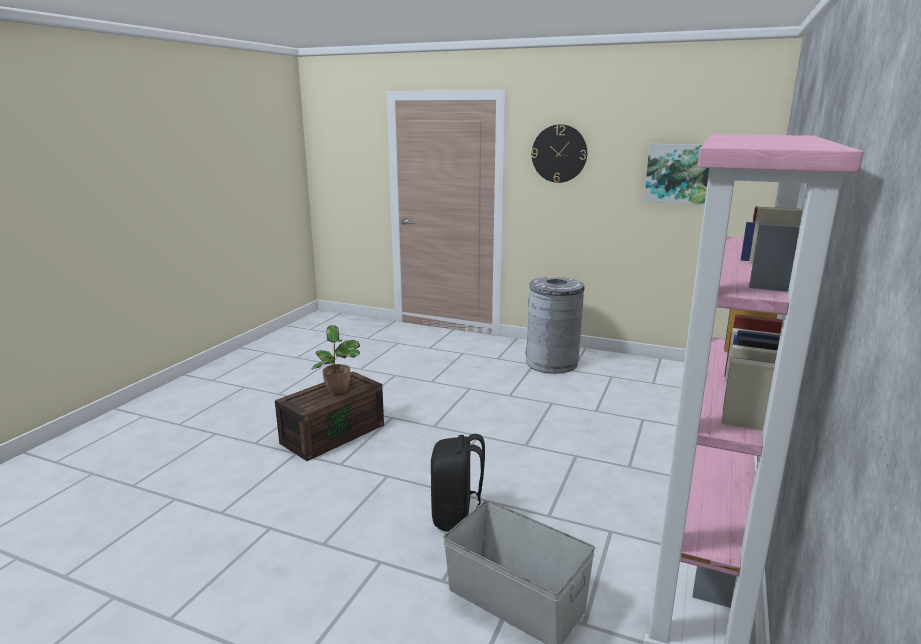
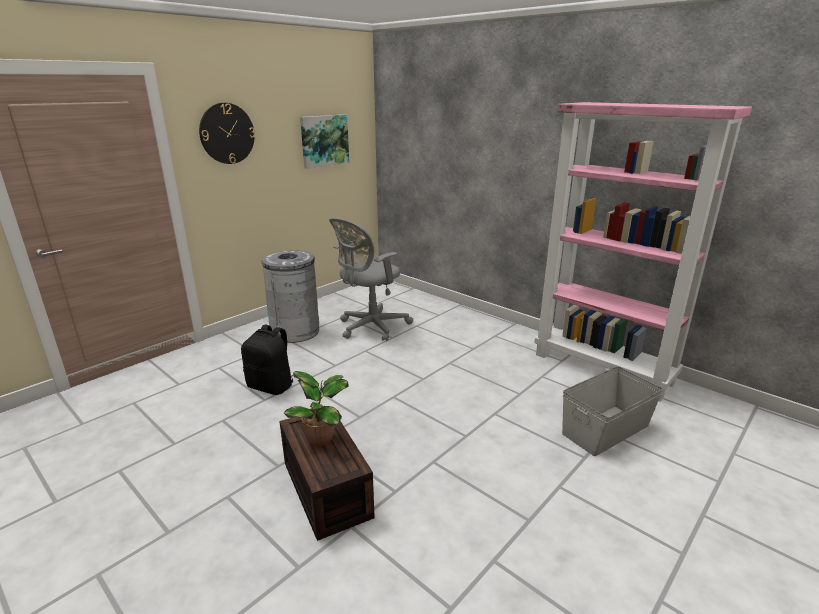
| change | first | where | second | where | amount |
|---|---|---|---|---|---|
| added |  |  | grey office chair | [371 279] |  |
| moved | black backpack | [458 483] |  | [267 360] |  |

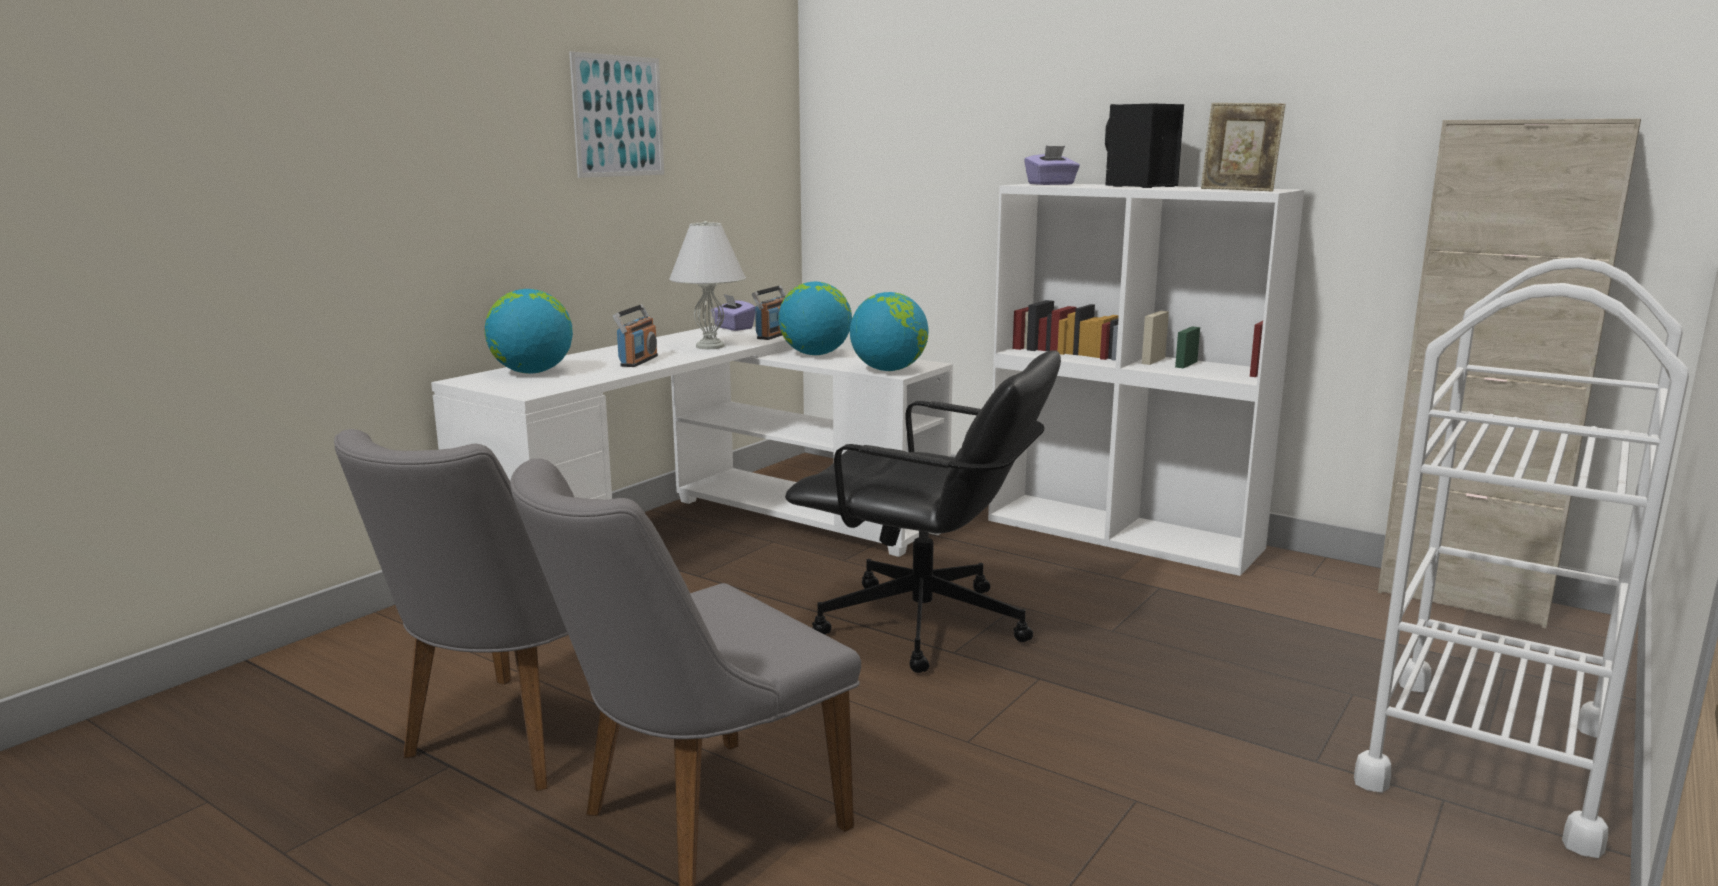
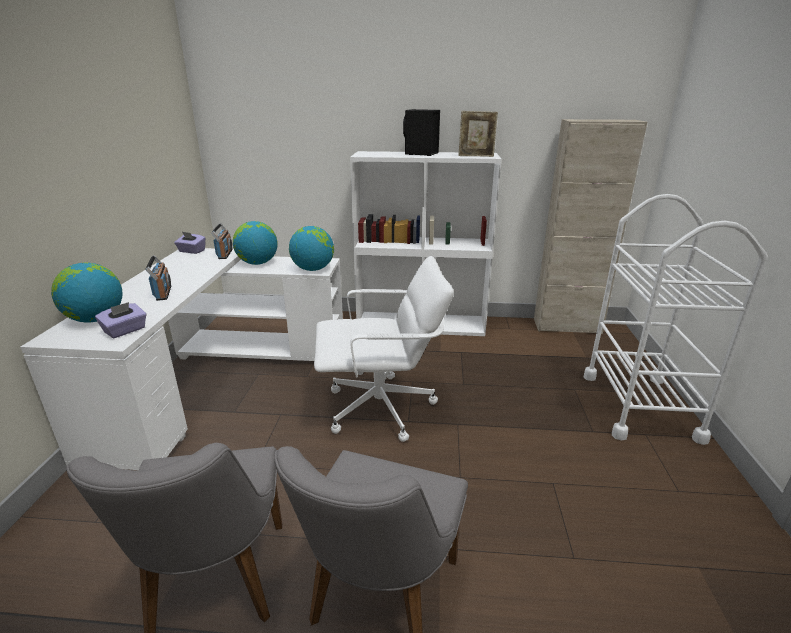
| change | first | where | second | where | amount |
|---|---|---|---|---|---|
| removed | picture | [616 115] |  |  |  |
| removed | white table lamp | [707 285] |  |  |  |
| moved | purple tissue box | [1052 165] |  | [120 320] |  |
| recoloured | black office chair | [923 511] | white office chair | [384 349] |  |

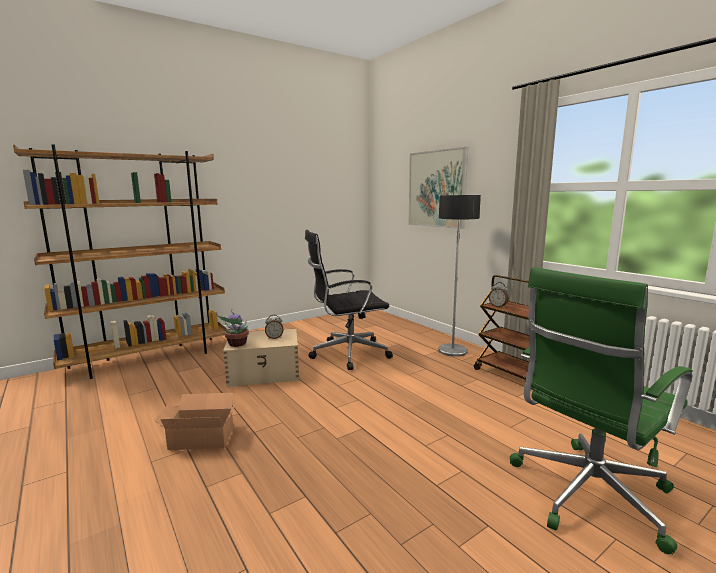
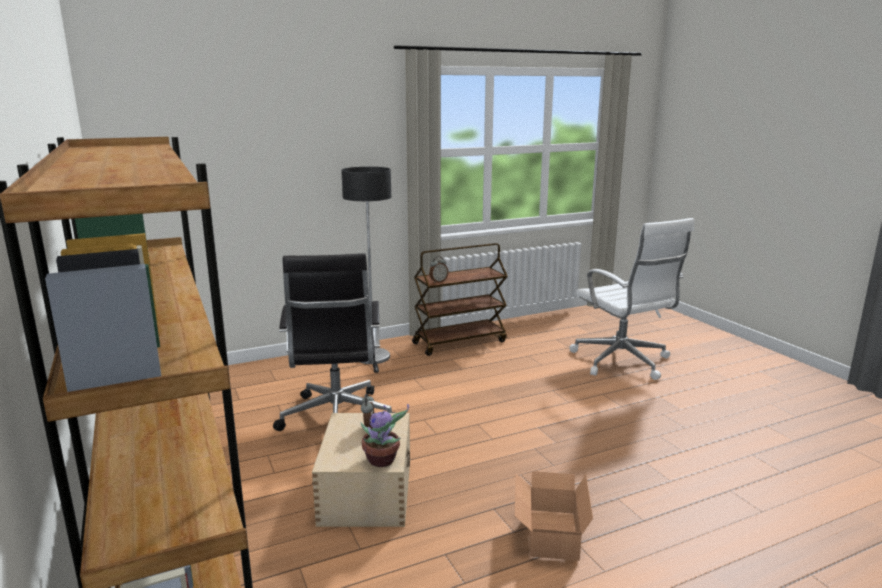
| change | first | where | second | where | amount |
|---|---|---|---|---|---|
| removed | picture | [438 188] |  |  |  |
| recoloured | green office chair | [601 411] | white office chair | [631 299] |  |

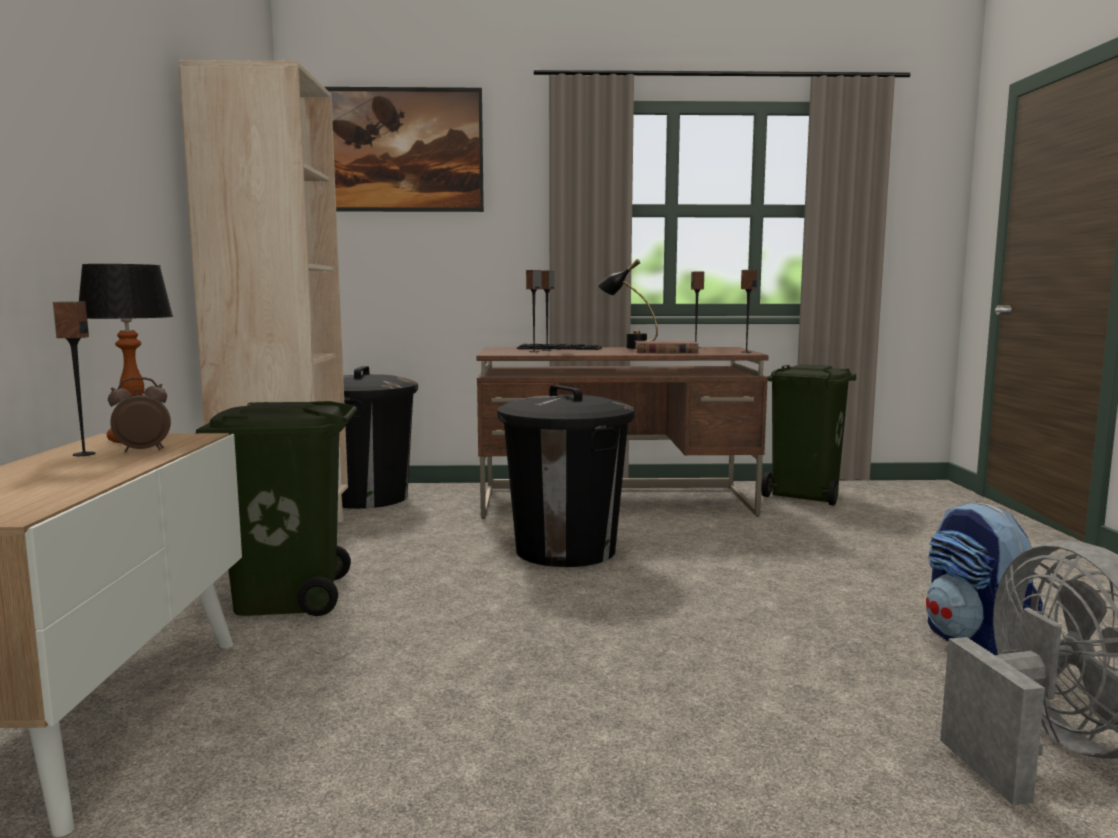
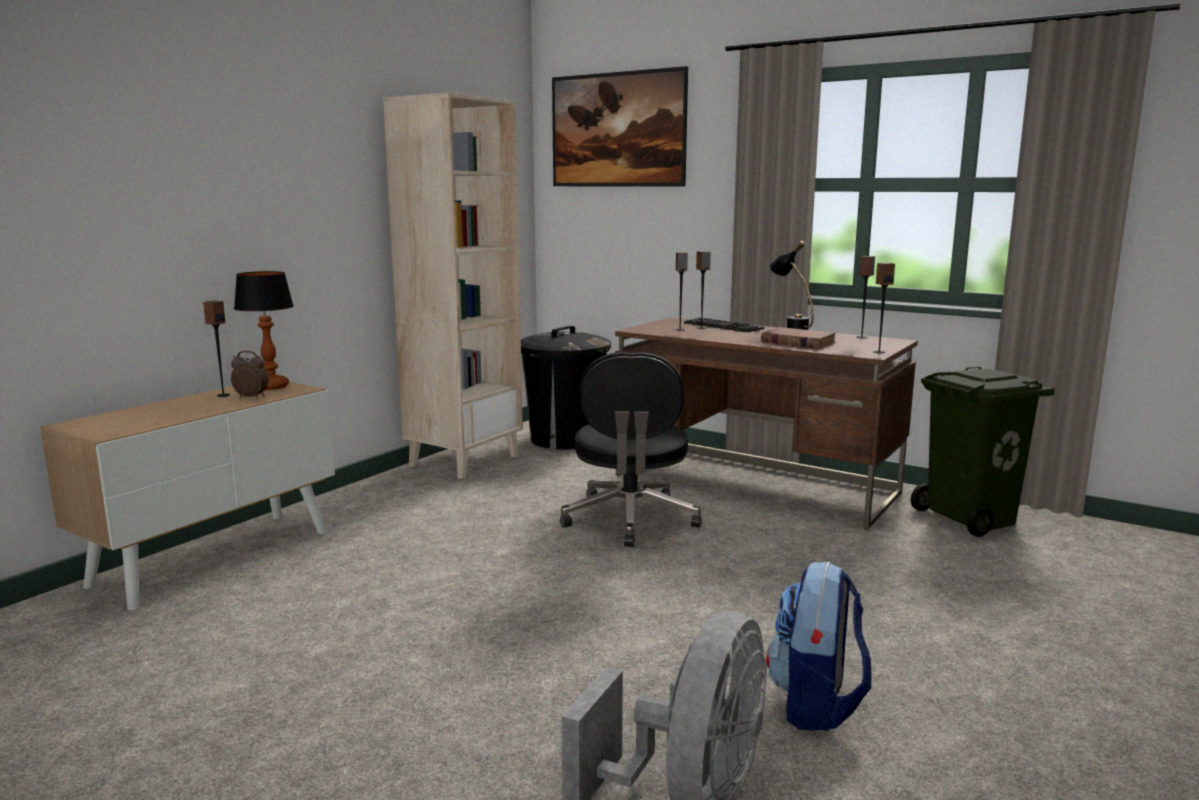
| change | first | where | second | where | amount |
|---|---|---|---|---|---|
| removed | green trash can | [276 508] |  |  |  |
| replaced | black trash can | [566 476] | black office chair | [631 449] |  |

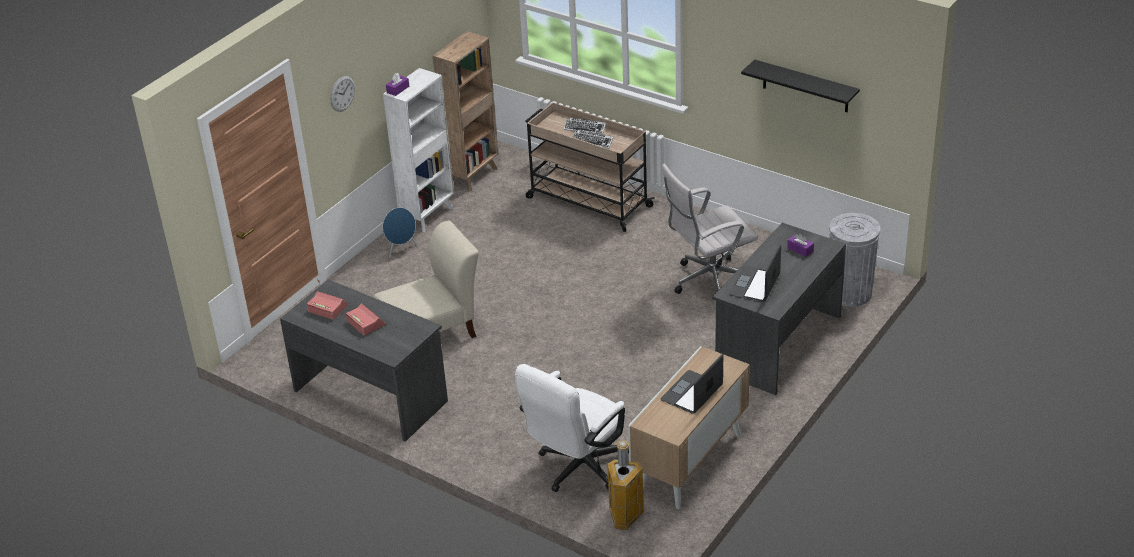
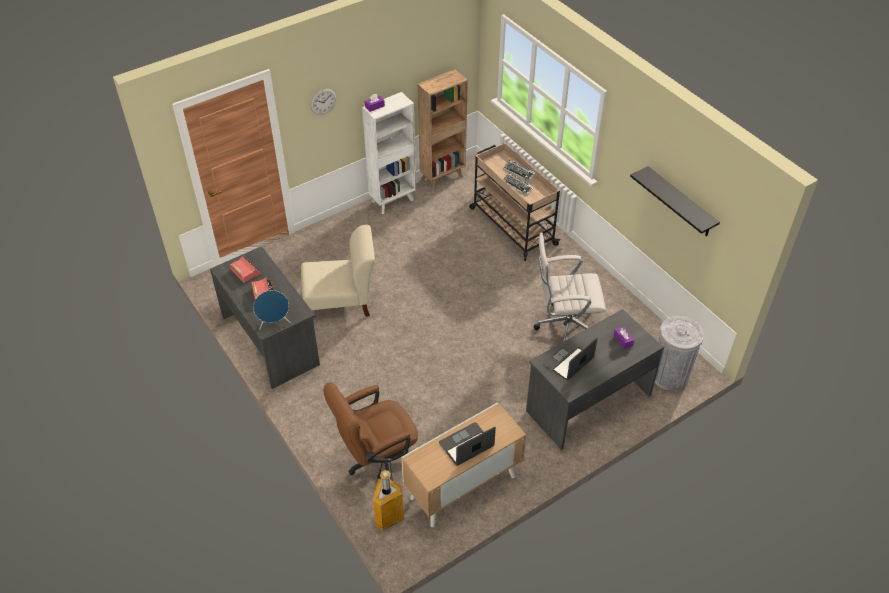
| change | first | where | second | where | amount |
|---|---|---|---|---|---|
| moved | blue speaker | [400 232] |  | [272 310] |  |
| recoloured | white office chair | [572 428] | brown office chair | [370 431] |  |

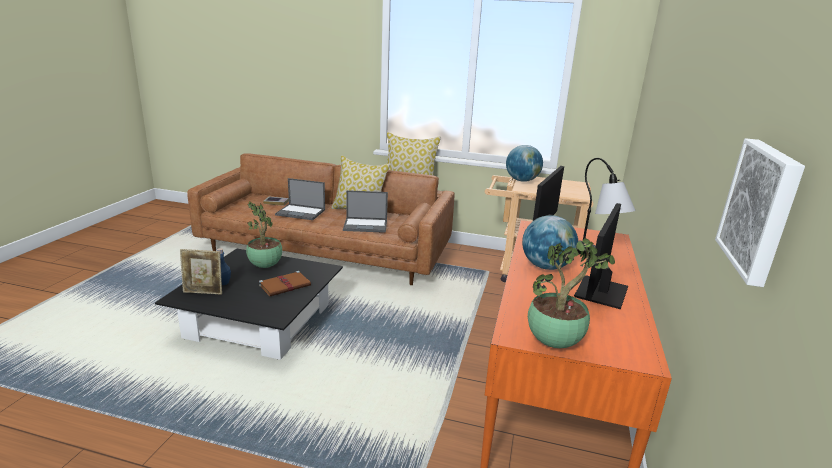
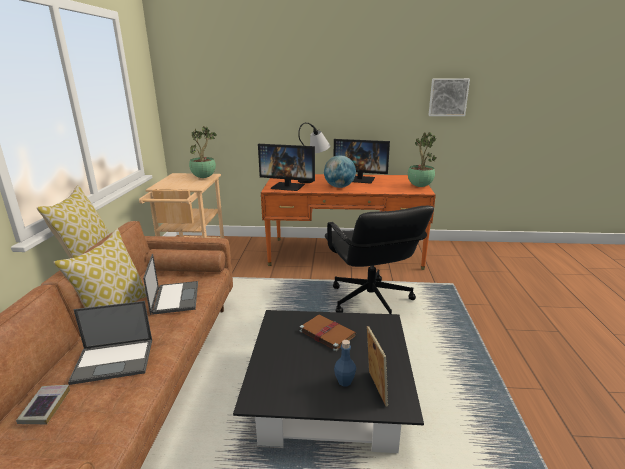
| change | first | where | second | where | amount |
|---|---|---|---|---|---|
| removed | globe | [524 163] |  |  |  |
| added |  |  | black office chair | [379 260] |  |
| moved | potted plant | [264 235] |  | [203 152] |  |
| turned | laptop | [300 199] |  | [110 343] | 75 degrees clockwise |

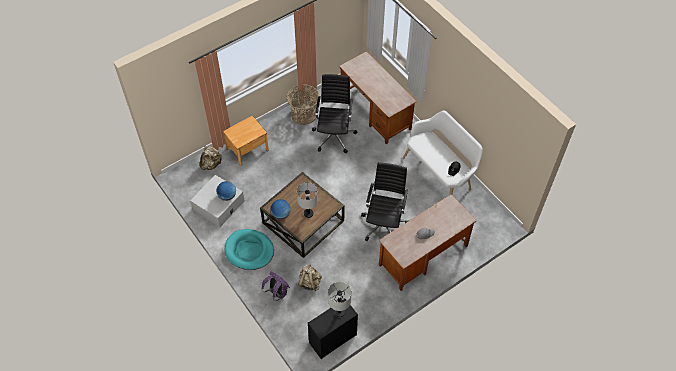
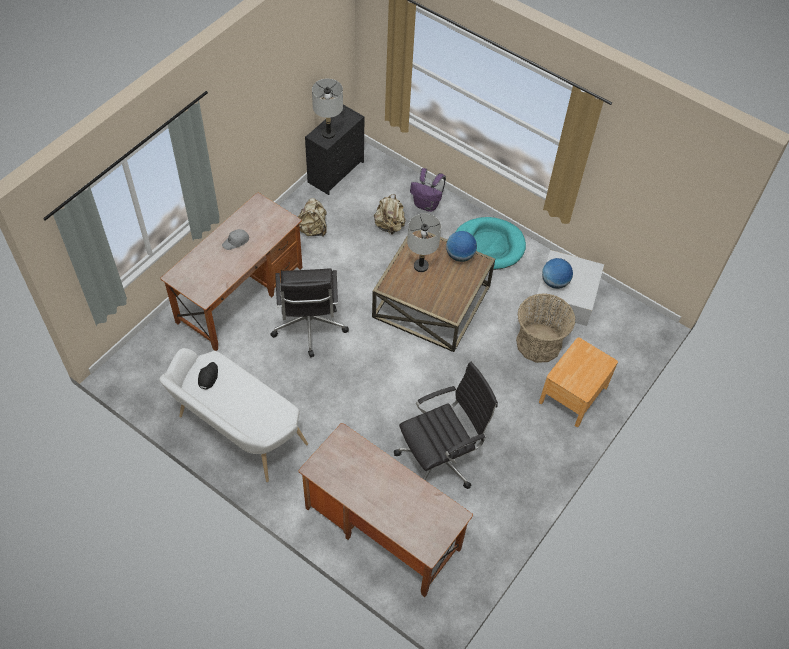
| change | first | where | second | where | amount |
|---|---|---|---|---|---|
| moved | beige backpack | [210 158] |  | [312 217] |  |
| moved | basket | [302 104] |  | [545 328] |  |
| turned | black office chair | [335 113] |  | [446 425] | 105 degrees counterclockwise |

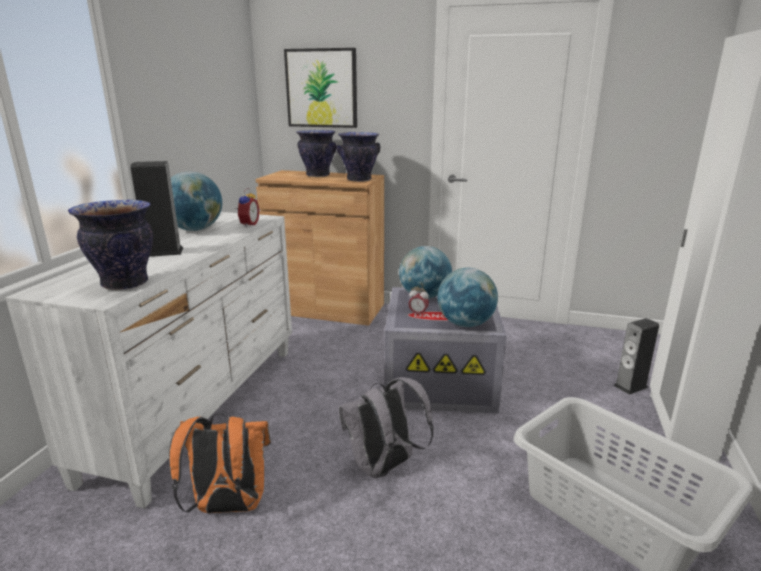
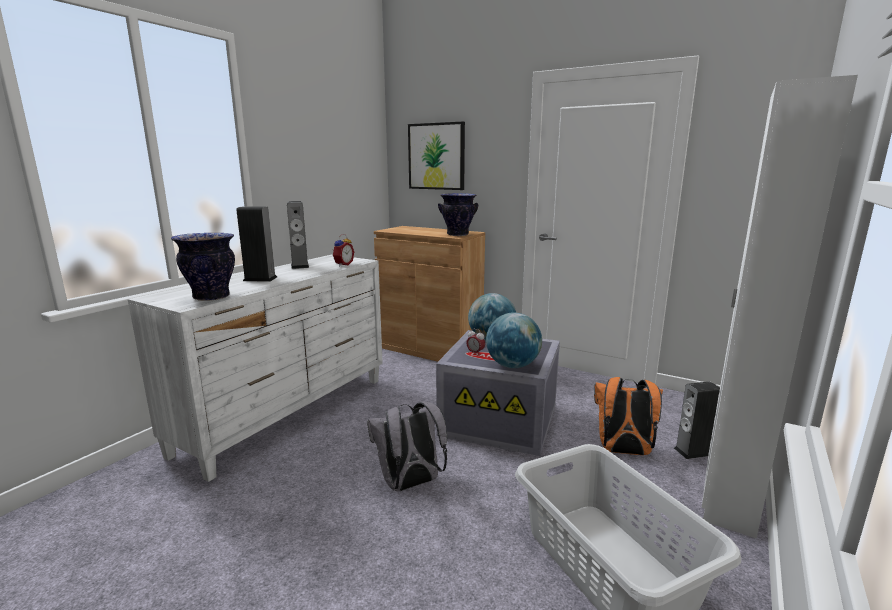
| change | first | where | second | where | amount |
|---|---|---|---|---|---|
| removed | vase | [316 153] |  |  |  |
| moved | orange backpack | [220 463] |  | [628 416] |  |
| replaced | globe | [196 201] | speaker | [298 235] |  |

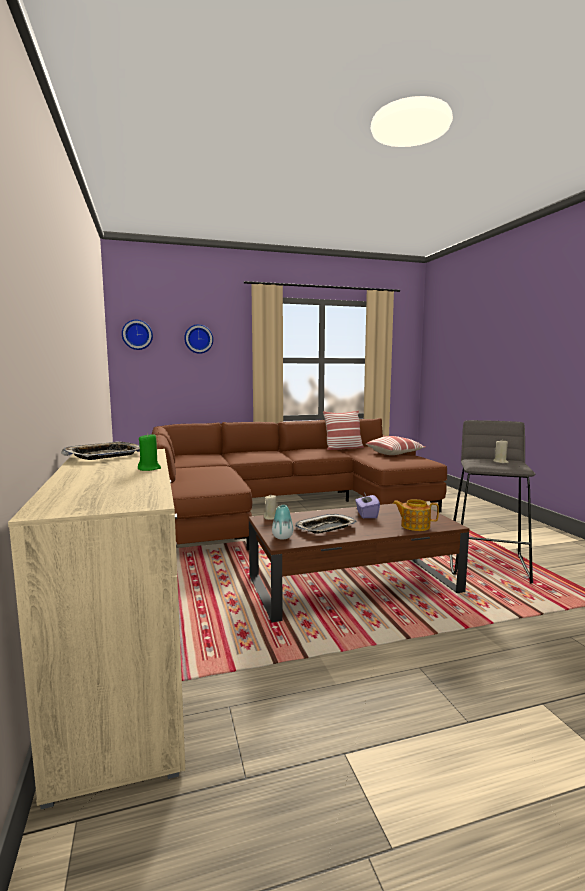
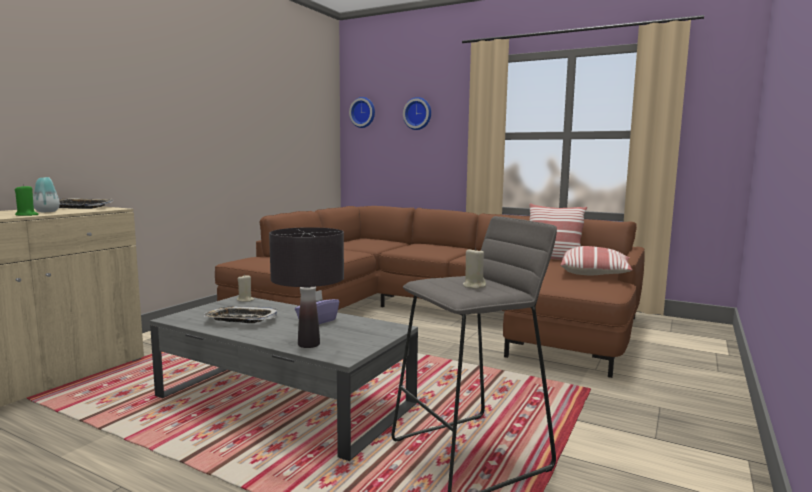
| change | first | where | second | where | amount |
|---|---|---|---|---|---|
| moved | vase | [282 522] |  | [46 194] |  |
| replaced | teapot | [416 515] | black table lamp | [306 287] |  |
| recoloured | brown coffee table | [359 562] | grey coffee table | [284 378] |  |

